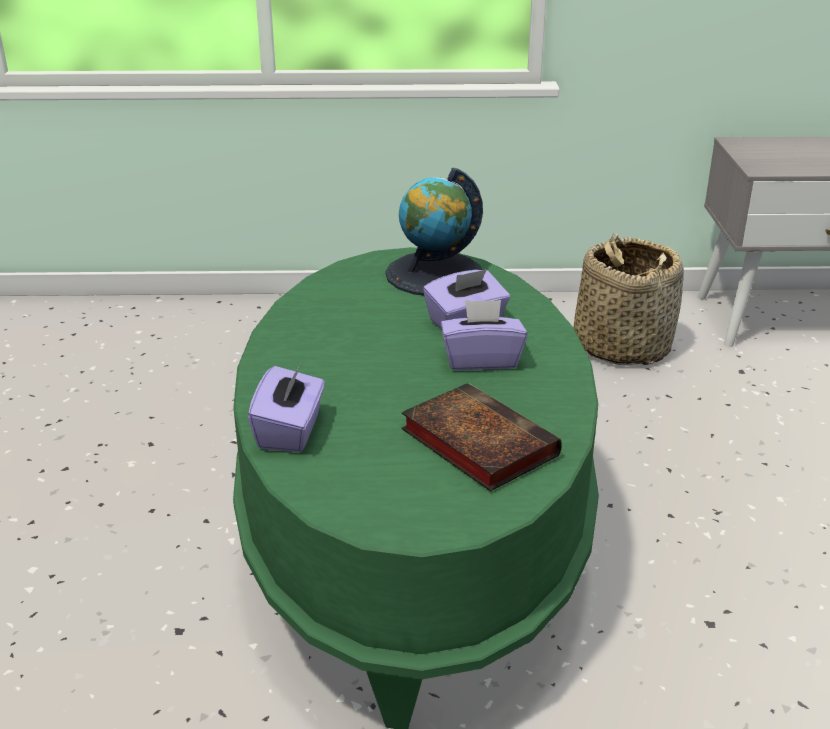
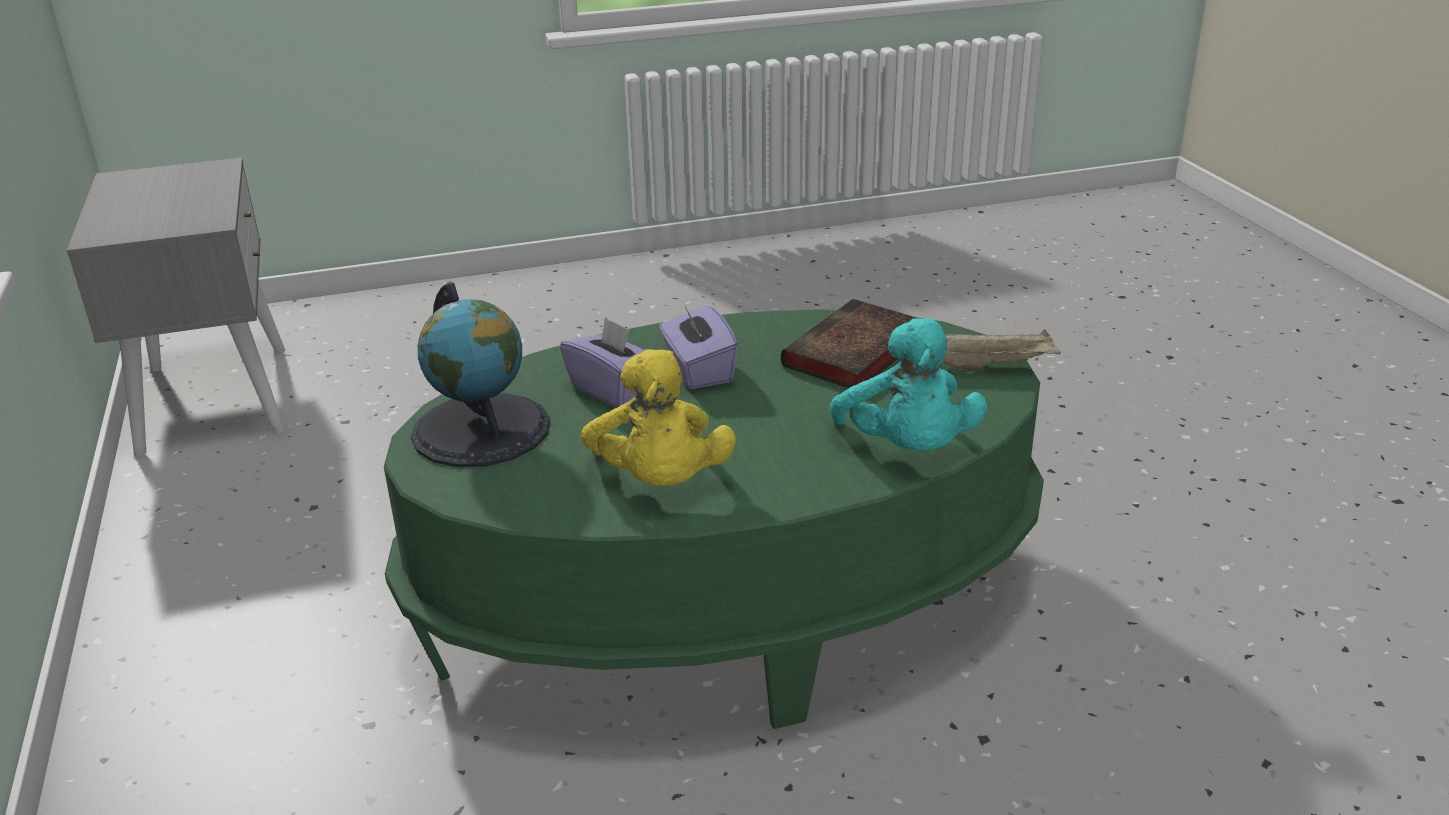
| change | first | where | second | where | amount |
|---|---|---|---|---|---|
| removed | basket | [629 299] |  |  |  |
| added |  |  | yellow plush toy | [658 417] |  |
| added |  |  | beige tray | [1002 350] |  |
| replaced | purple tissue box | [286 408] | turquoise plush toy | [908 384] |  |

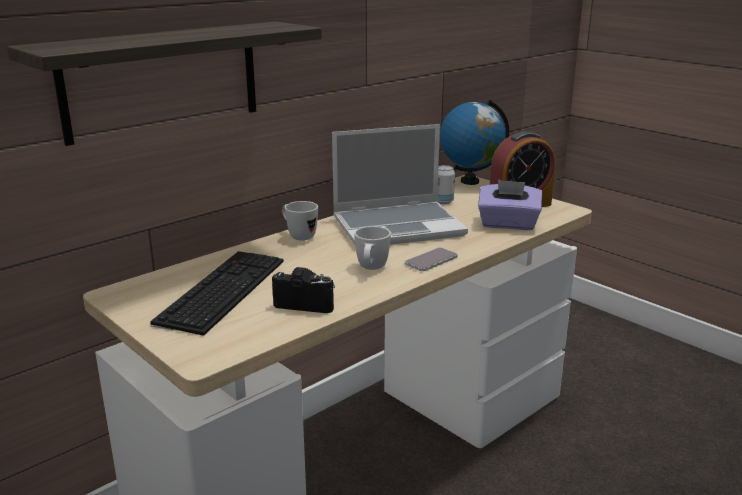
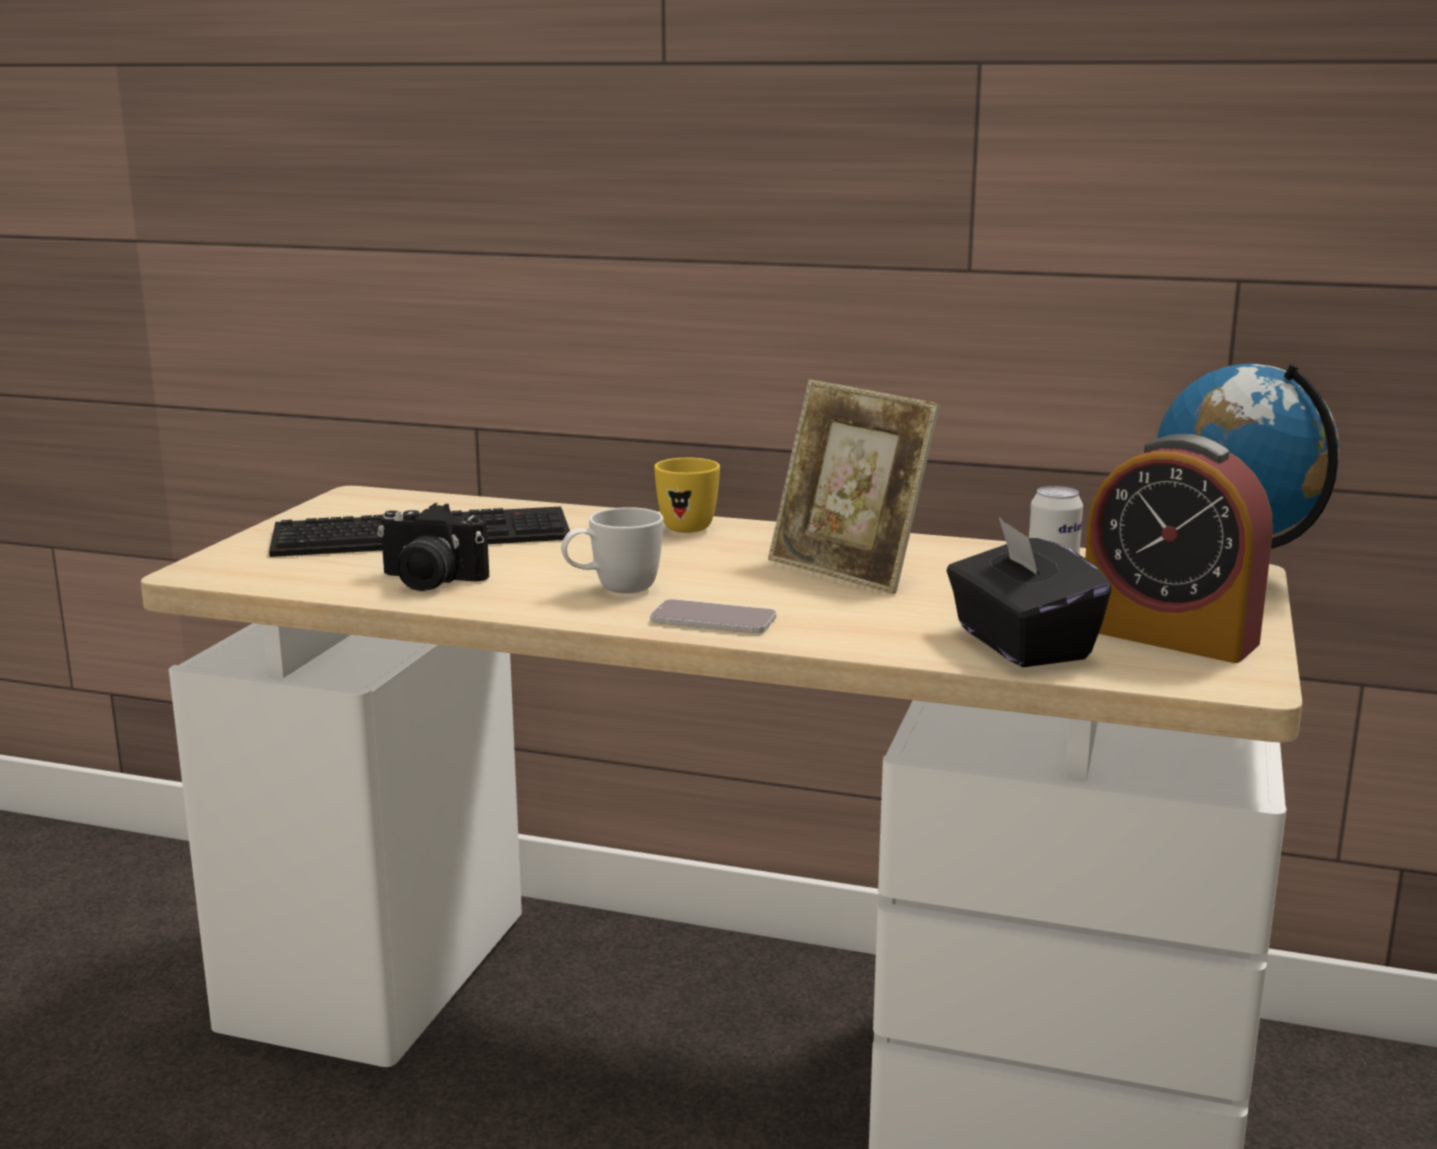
| change | first | where | second | where | amount |
|---|---|---|---|---|---|
| removed | shelf | [164 84] |  |  |  |
| replaced | laptop | [400 184] | picture frame | [854 486] |  |
| recoloured | white mug | [300 220] | yellow mug | [687 495] |  |
| recoloured | purple tissue box | [510 205] | black tissue box | [1029 592] |  |
| turned | photo camera | [303 290] |  | [433 547] | 120 degrees clockwise |

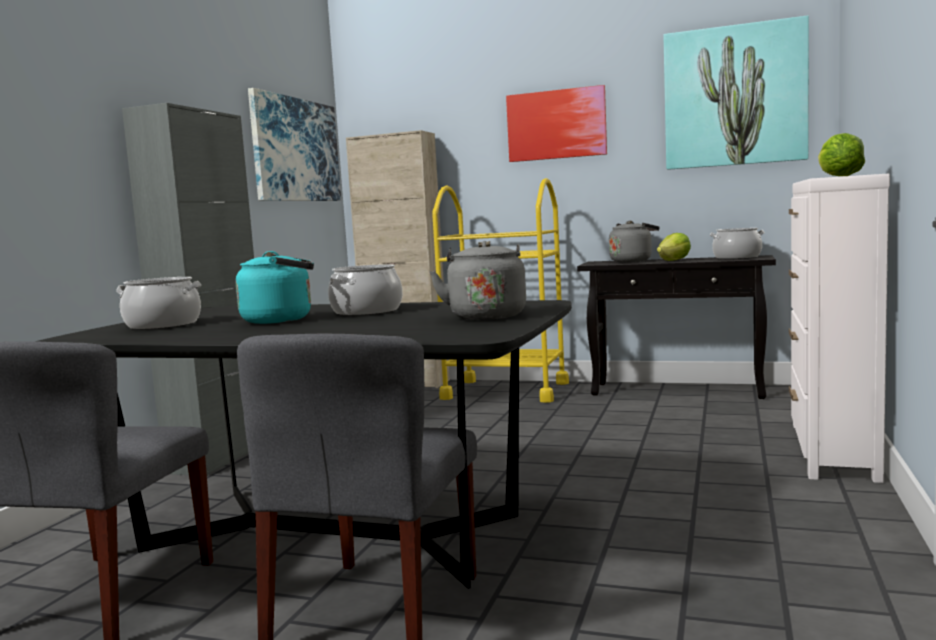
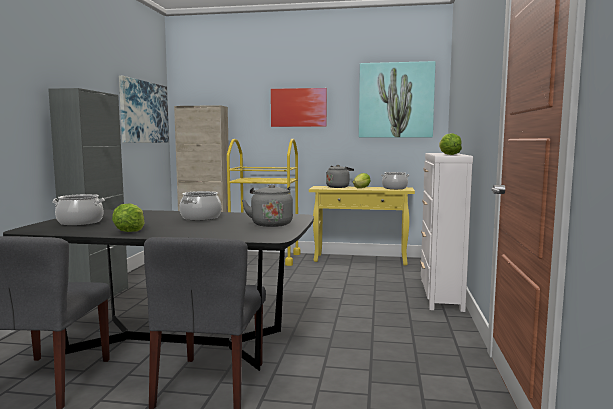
| change | first | where | second | where | amount |
|---|---|---|---|---|---|
| removed | turquoise kettle | [275 287] |  |  |  |
| added |  |  | lettuce | [128 217] |  |
| recoloured | black console table | [676 327] | yellow console table | [362 226] |  |

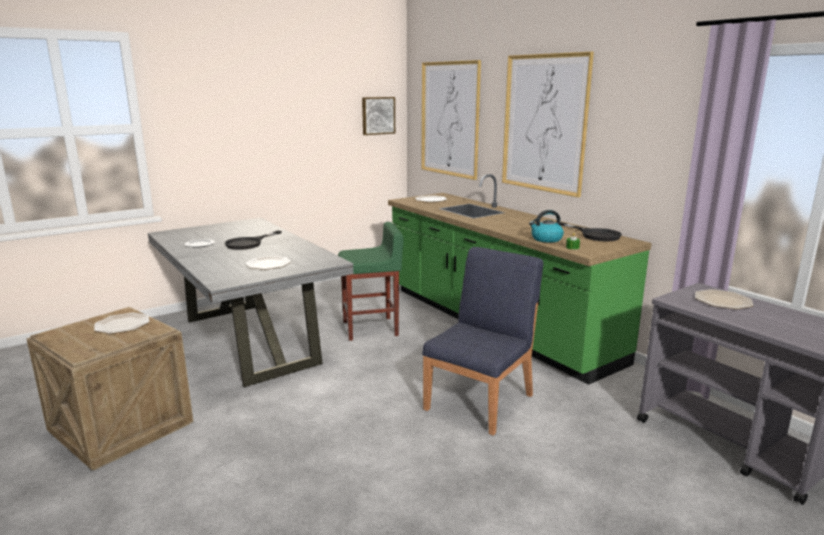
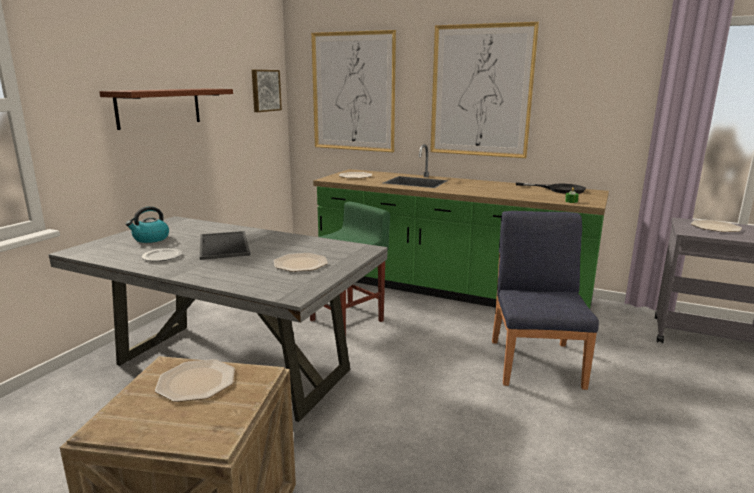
| change | first | where | second | where | amount |
|---|---|---|---|---|---|
| added |  |  | brown shelf | [166 109] |  |
| moved | kettle | [546 226] |  | [147 224] |  |
| replaced | black frying pan | [253 240] | tray | [225 245] |  |

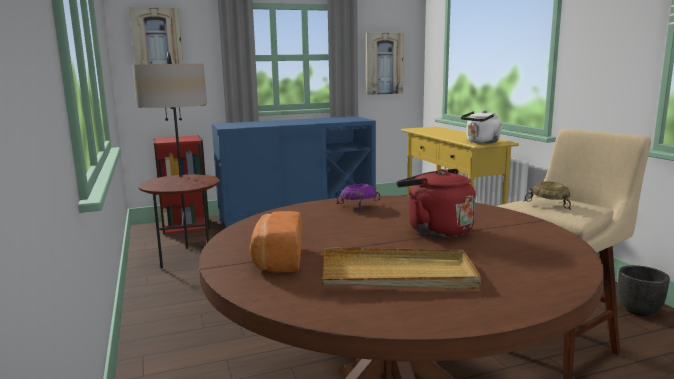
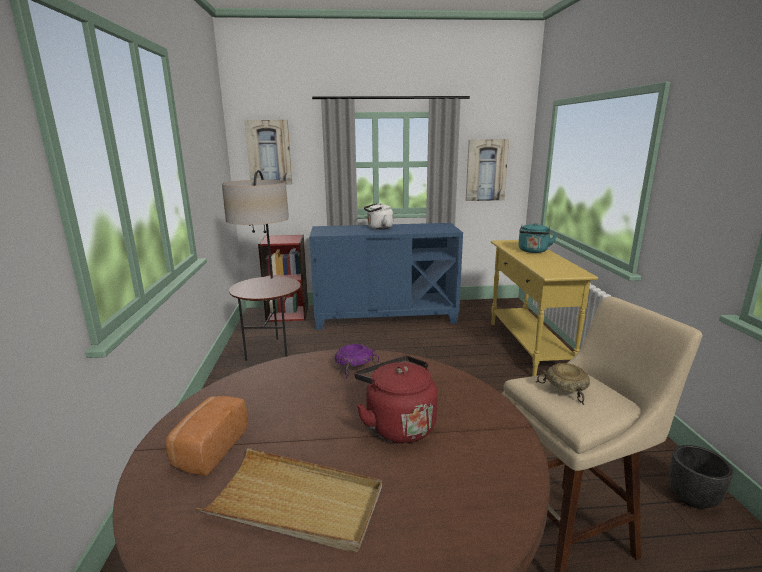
| change | first | where | second | where | amount |
|---|---|---|---|---|---|
| added |  |  | turquoise kettle | [537 238] |  |
| moved | white kettle | [482 127] |  | [378 216] |  |

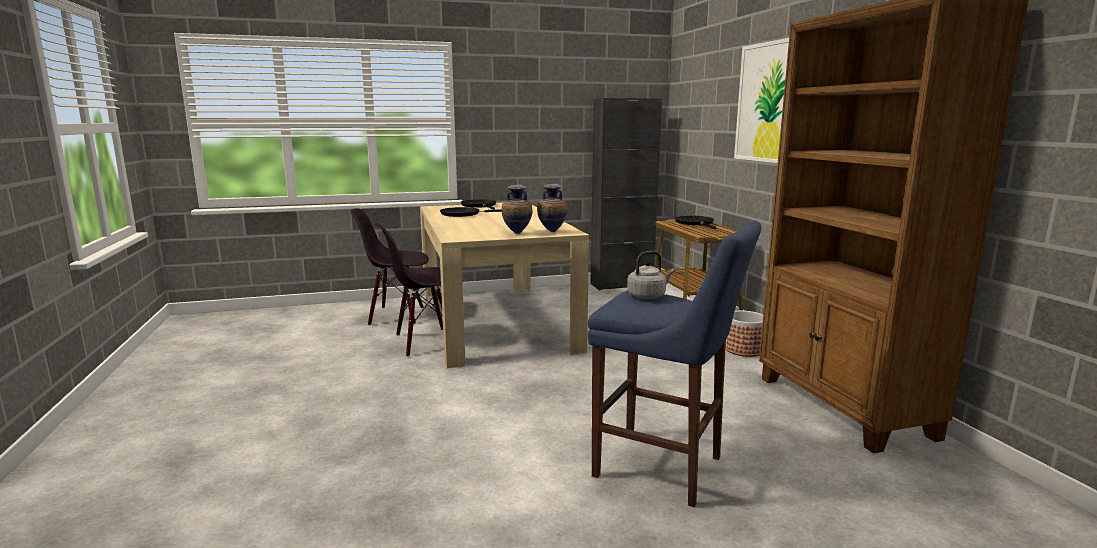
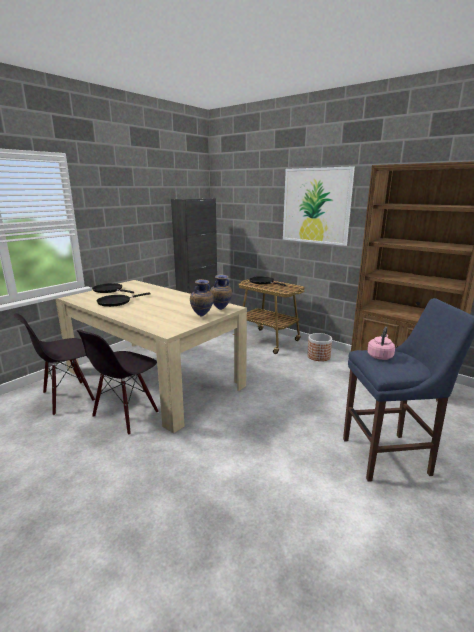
| change | first | where | second | where | amount |
|---|---|---|---|---|---|
| recoloured | grey kettle | [650 275] | pink kettle | [381 343] |  |

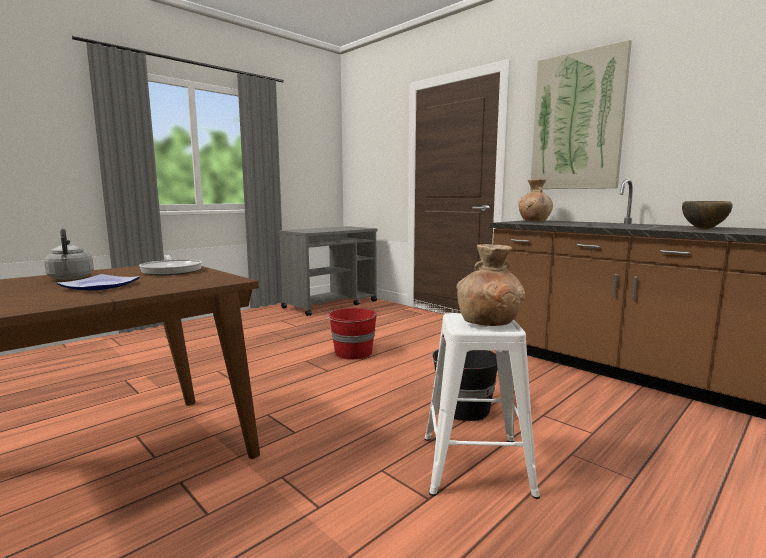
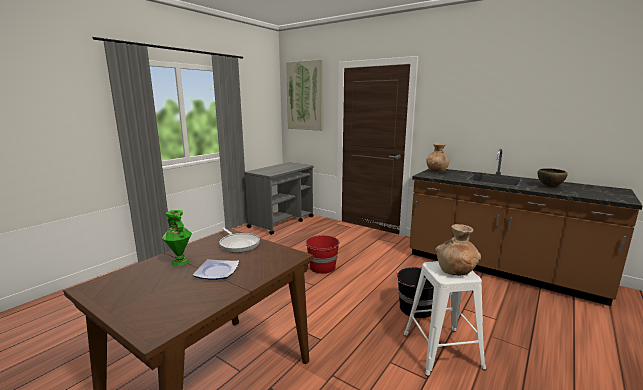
| change | first | where | second | where | amount |
|---|---|---|---|---|---|
| moved | picture | [581 114] |  | [304 95] |  |
| replaced | grey kettle | [69 254] | green vase | [177 238] |  |

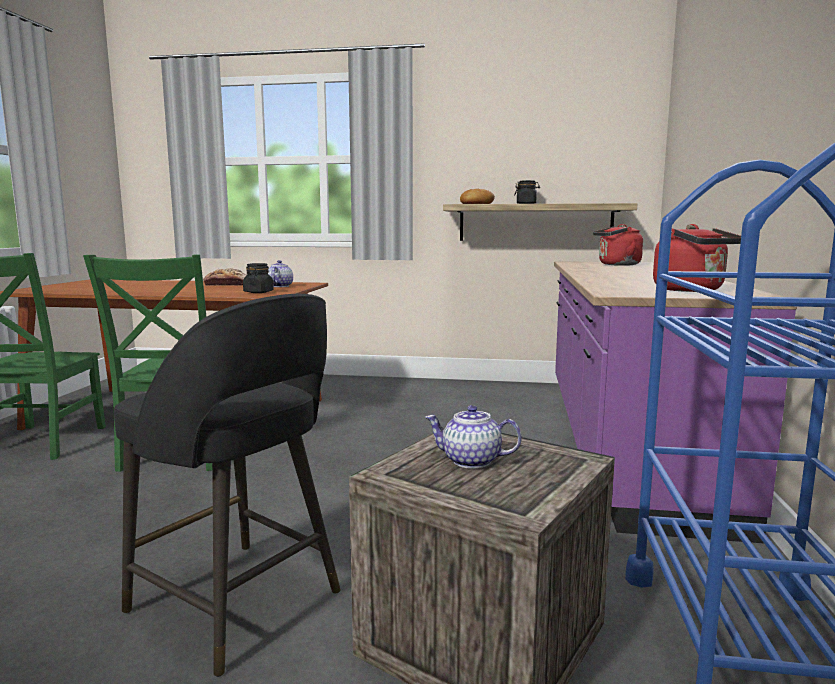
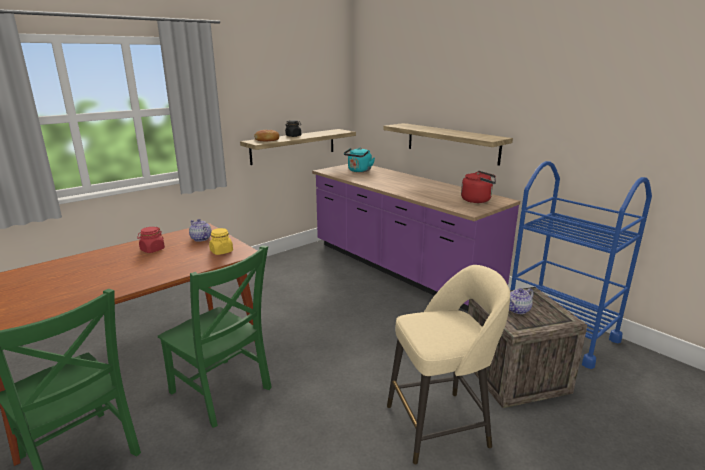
| change | first | where | second | where | amount |
|---|---|---|---|---|---|
| added |  |  | shelf | [448 144] |  |
| replaced | bread | [224 277] | red jar | [151 240] |  |
| recoloured | black stool | [227 485] | beige stool | [448 364] |  |
| recoloured | black jar | [258 278] | yellow jar | [221 241] |  |
| recoloured | red kettle | [618 245] | turquoise kettle | [359 159] |  |

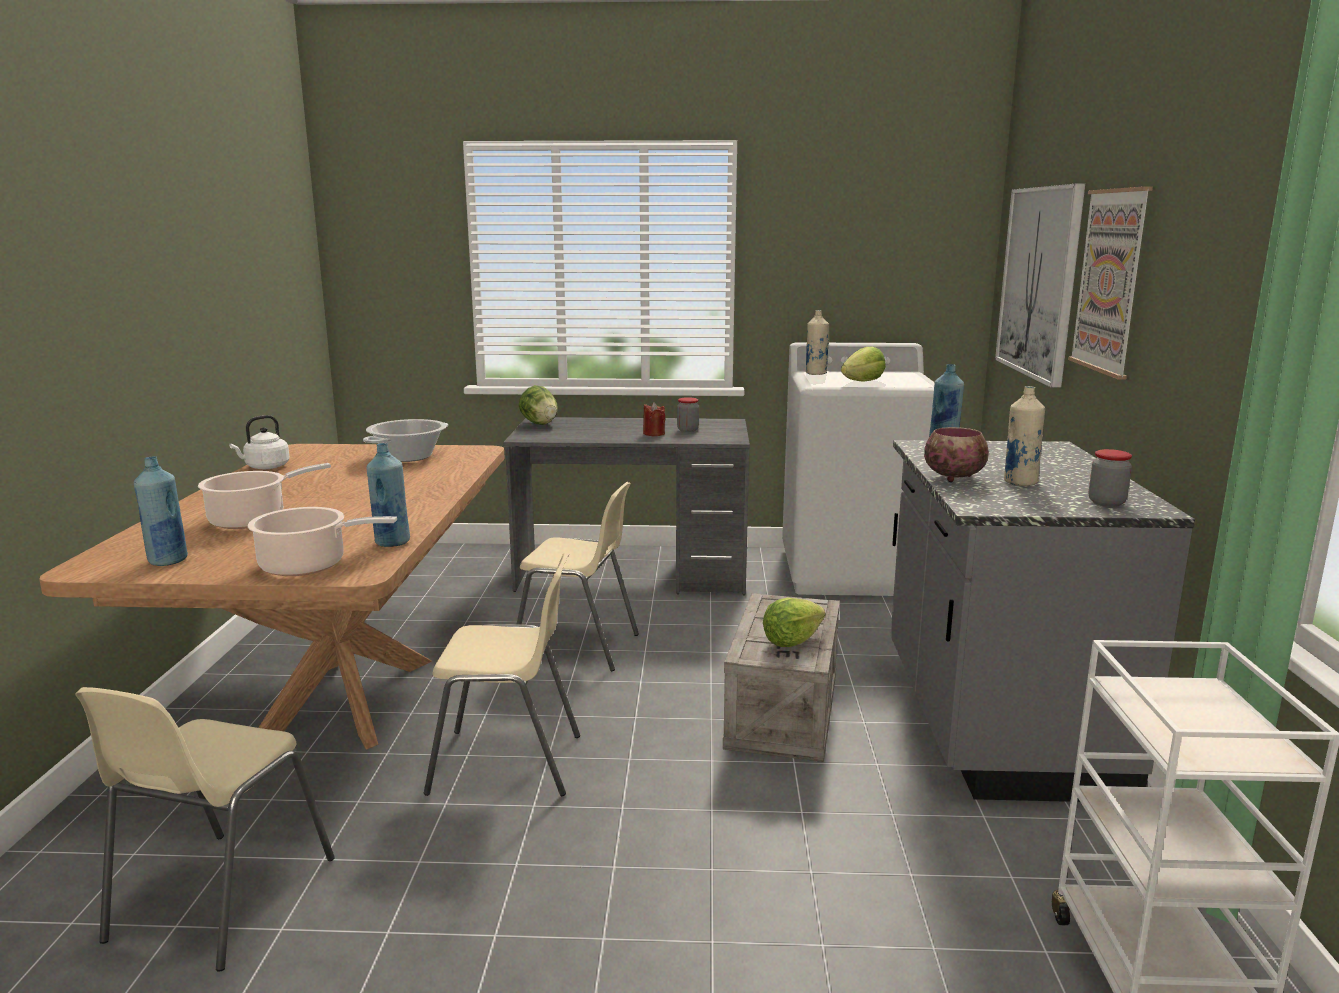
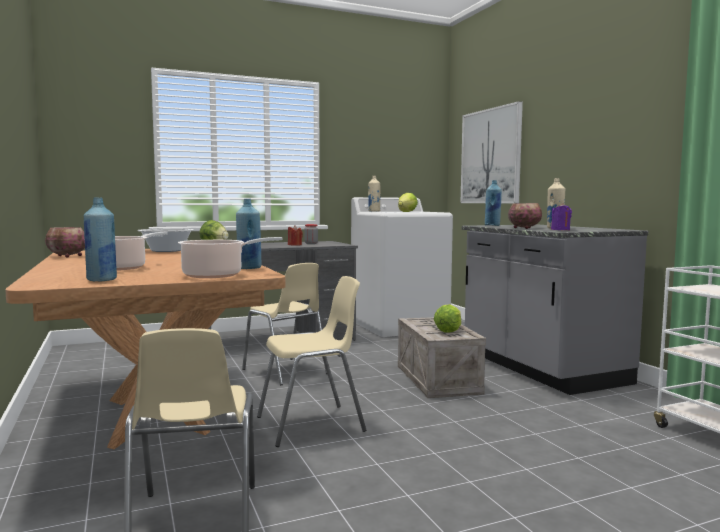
| change | first | where | second | where | amount |
|---|---|---|---|---|---|
| removed | picture | [1110 282] |  |  |  |
| removed | jar | [1110 478] |  |  |  |
| added |  |  | purple candle | [561 217] |  |
| replaced | white kettle | [259 442] | bowl | [65 242] |  |
| turned | beige chair | [577 577] |  | [284 324] | 60 degrees clockwise |

